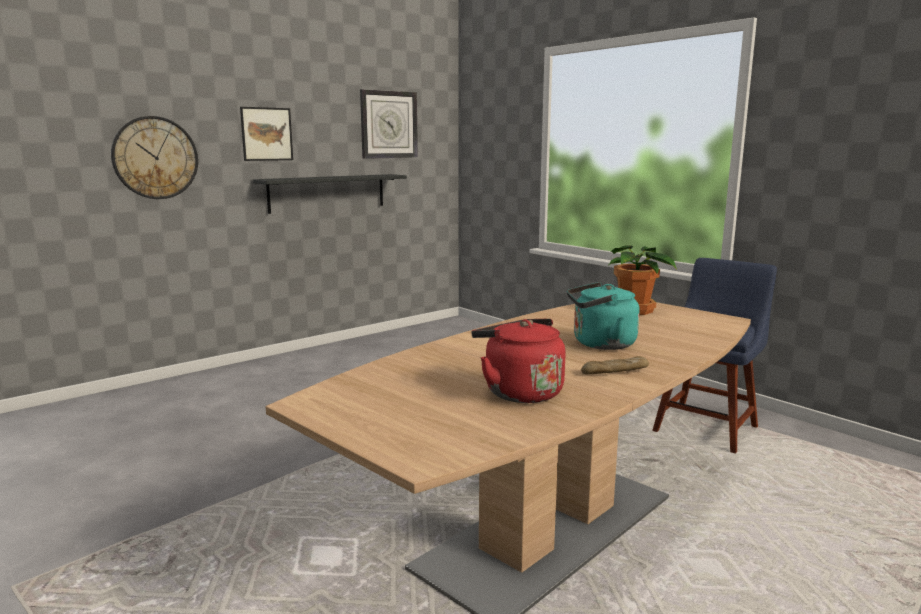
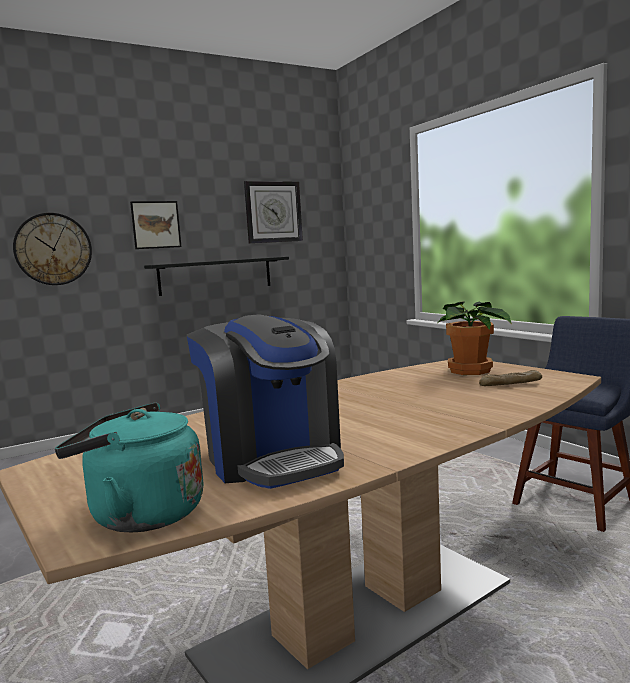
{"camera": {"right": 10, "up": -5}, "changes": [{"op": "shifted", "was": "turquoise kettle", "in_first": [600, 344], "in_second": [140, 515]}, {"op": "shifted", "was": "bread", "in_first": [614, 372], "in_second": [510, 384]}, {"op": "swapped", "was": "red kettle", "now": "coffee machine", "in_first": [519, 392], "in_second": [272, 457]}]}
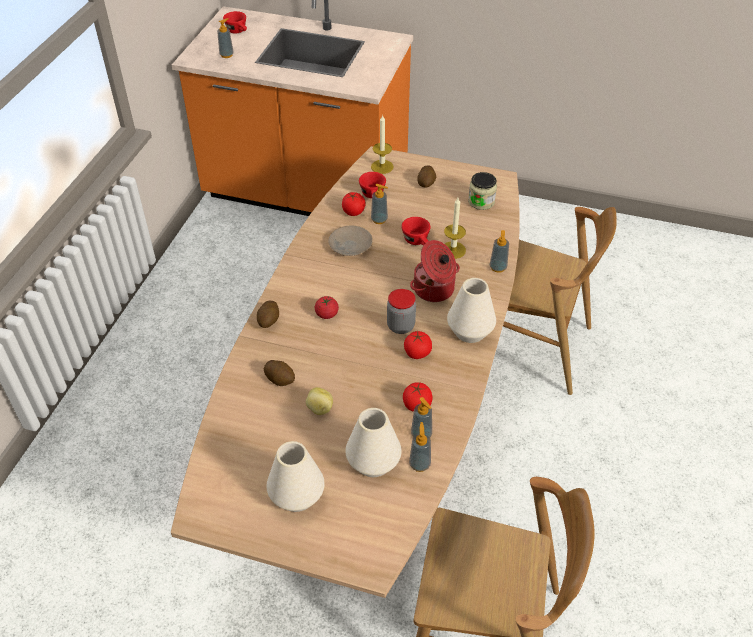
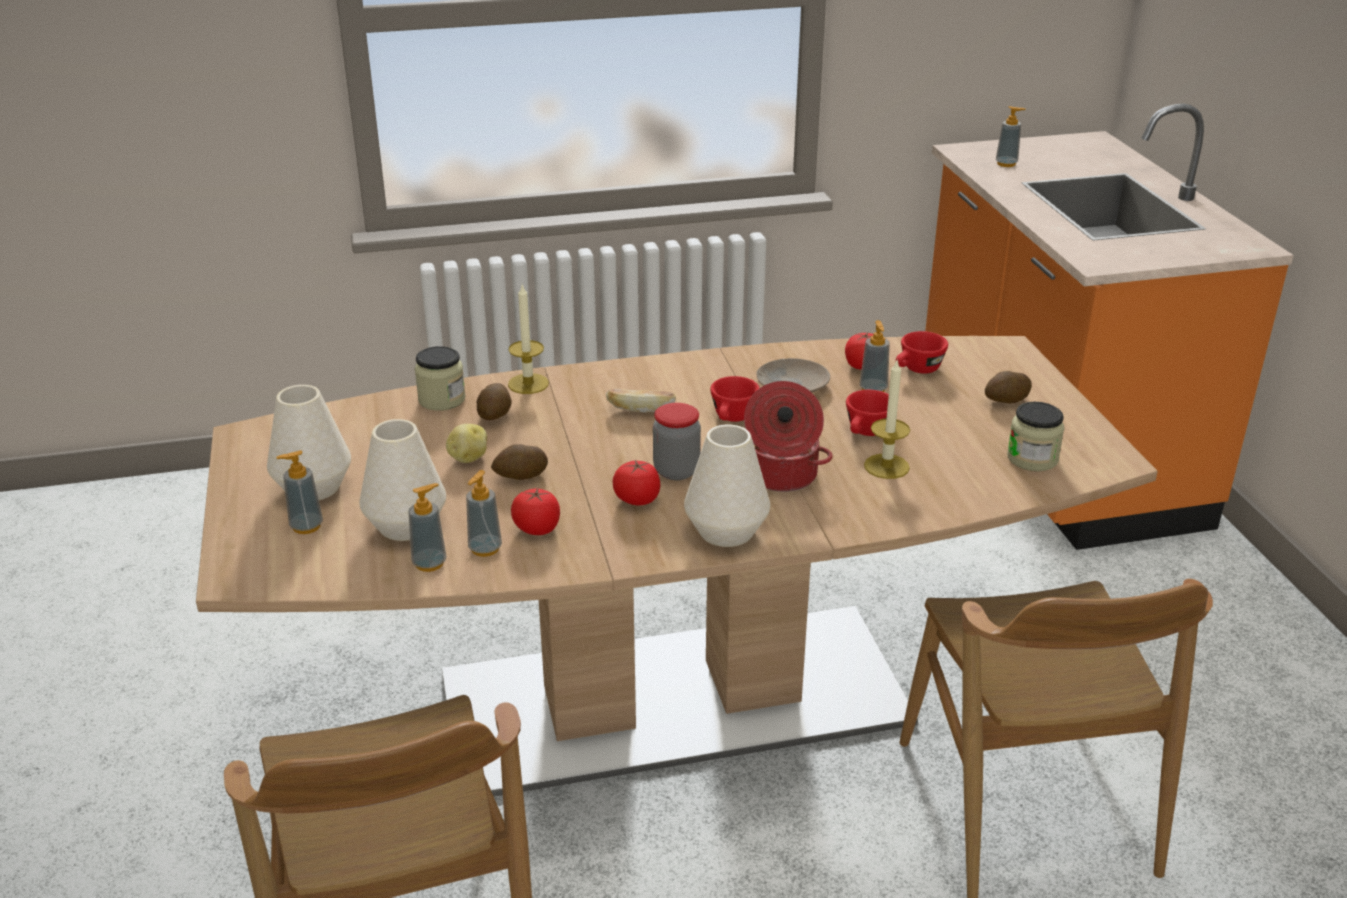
{"camera": {"right": 60, "up": -15}, "changes": [{"op": "new", "now": "jar", "in_second": [442, 399]}, {"op": "shifted", "was": "red cup", "in_first": [238, 31], "in_second": [732, 418]}, {"op": "shifted", "was": "potato", "in_first": [269, 321], "in_second": [520, 476]}, {"op": "shifted", "was": "candle", "in_first": [382, 166], "in_second": [528, 384]}, {"op": "shifted", "was": "soap dispenser", "in_first": [498, 267], "in_second": [306, 526]}, {"op": "swapped", "was": "tomato", "now": "bread", "in_first": [327, 314], "in_second": [640, 410]}]}
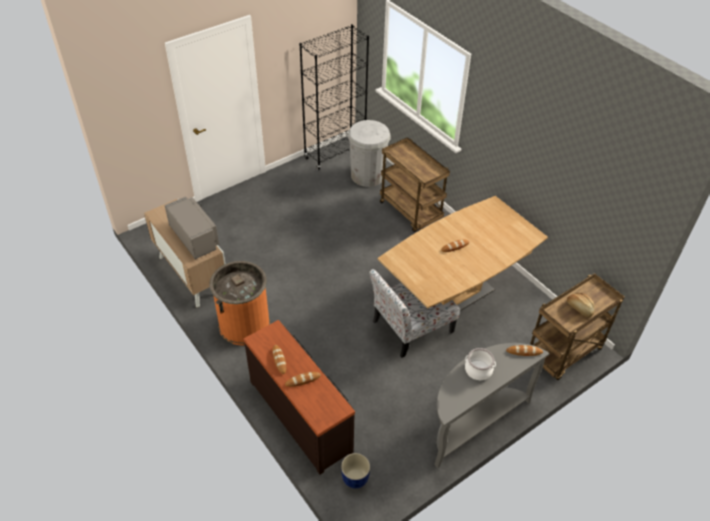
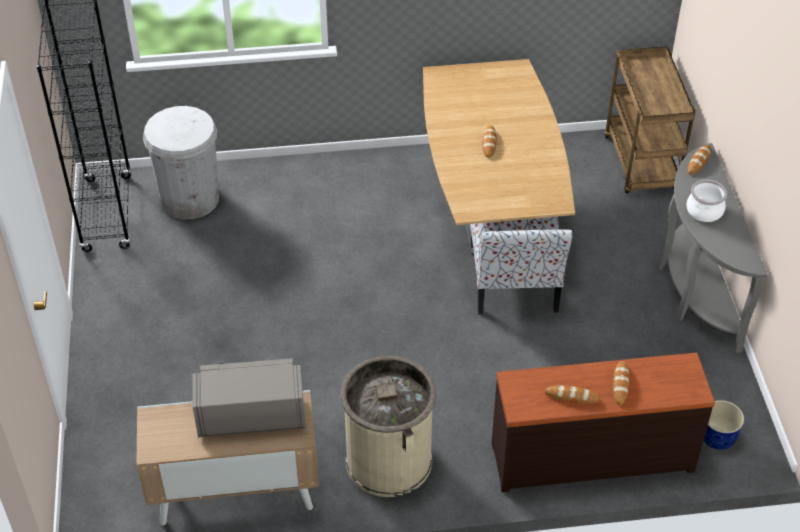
{"camera": {"right": -60, "up": 0}, "changes": [{"op": "gone", "was": "brown cart", "in_first": [411, 211]}, {"op": "gone", "was": "bread", "in_first": [579, 308]}, {"op": "repainted", "was": "orange trash can", "now": "beige trash can", "in_first": [244, 324], "in_second": [388, 460]}]}
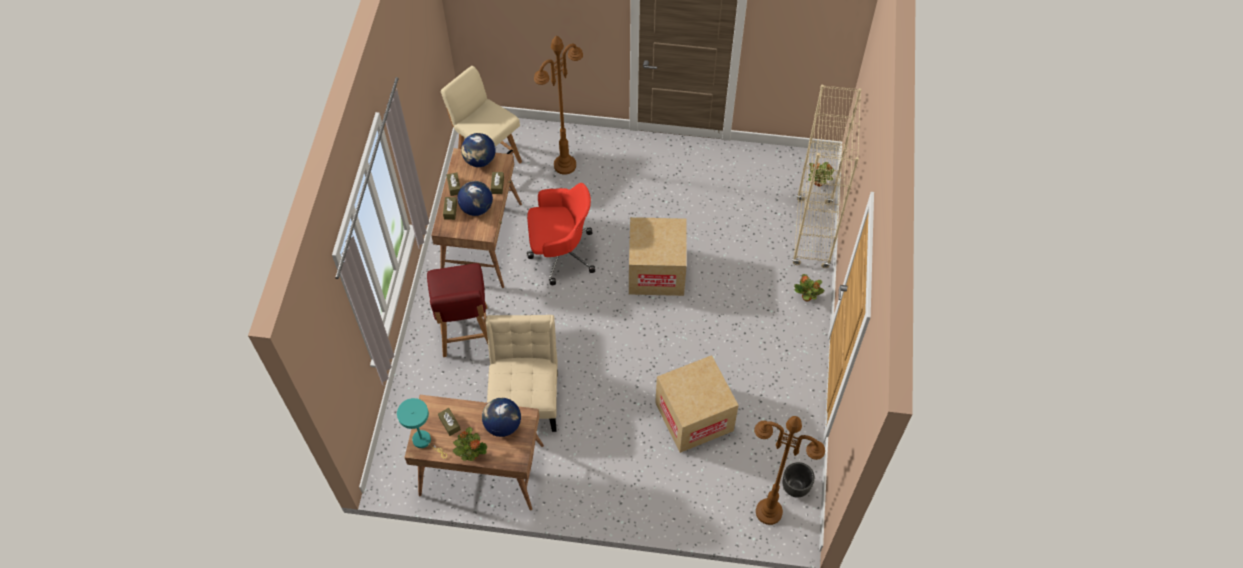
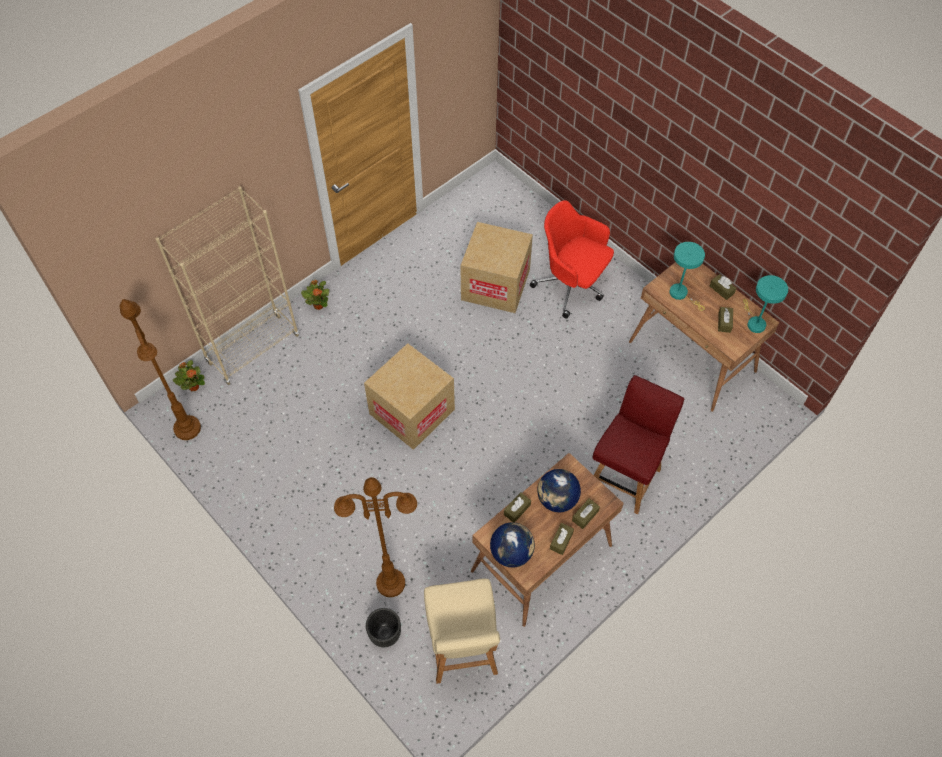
{"camera": {"right": -140, "up": 0}, "changes": [{"op": "gone", "was": "beige chair", "in_first": [526, 397]}, {"op": "shifted", "was": "red office chair", "in_first": [560, 253], "in_second": [572, 285]}, {"op": "shifted", "was": "brown floor lamp", "in_first": [768, 512], "in_second": [187, 428]}, {"op": "shifted", "was": "black planter", "in_first": [796, 487], "in_second": [385, 634]}, {"op": "swapped", "was": "potted plant", "now": "brown tissue box", "in_first": [472, 454], "in_second": [721, 290]}, {"op": "swapped", "was": "globe", "now": "turquoise table lamp", "in_first": [502, 425], "in_second": [681, 294]}]}
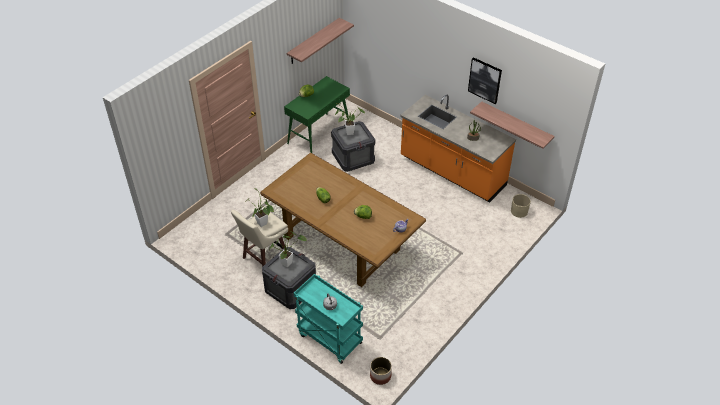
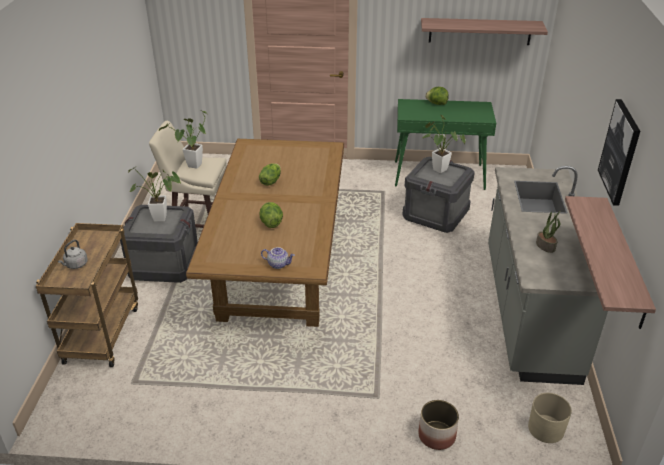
{"camera": {"right": 55, "up": -10}, "changes": [{"op": "shifted", "was": "planter", "in_first": [380, 376], "in_second": [436, 435]}, {"op": "repainted", "was": "turquoise cart", "now": "brown cart", "in_first": [329, 338], "in_second": [102, 333]}, {"op": "repainted", "was": "orange counter", "now": "grey counter", "in_first": [452, 172], "in_second": [527, 311]}]}
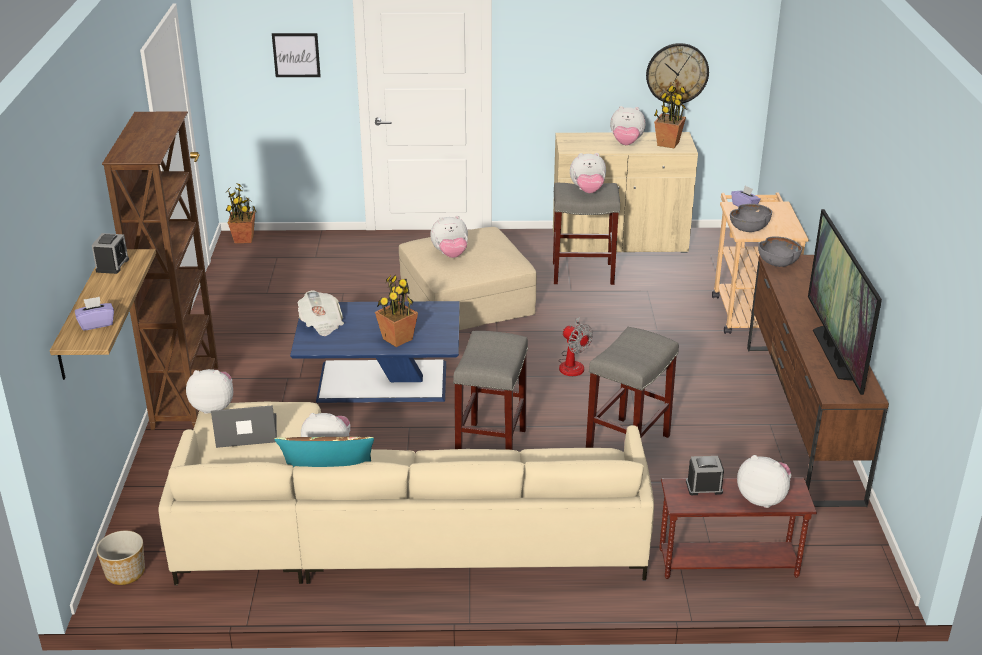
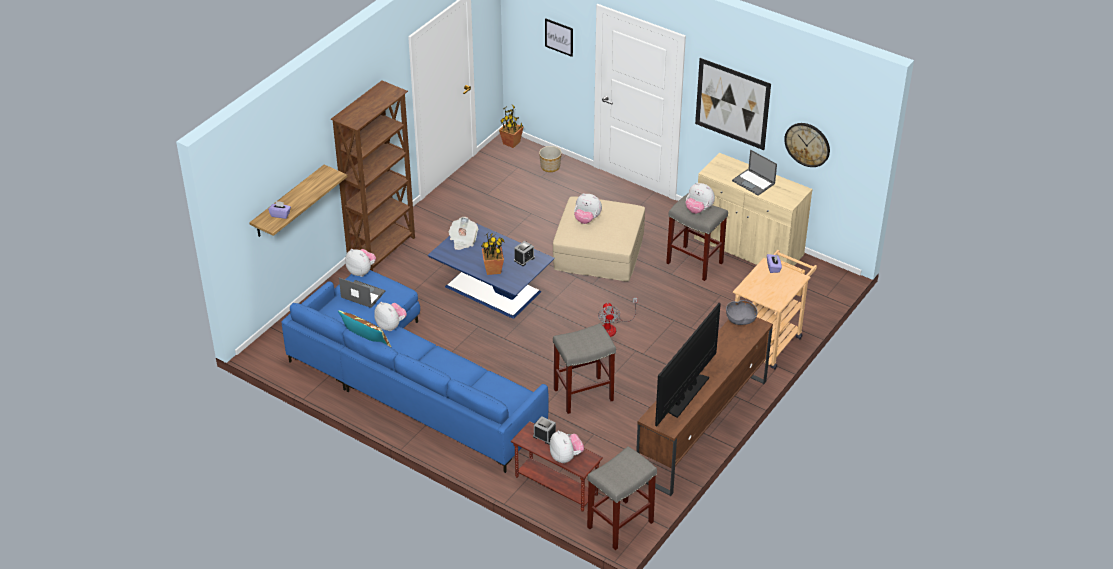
{"camera": {"right": 35, "up": 10}, "changes": [{"op": "gone", "was": "potted plant", "in_first": [667, 144]}, {"op": "gone", "was": "grey bowl", "in_first": [749, 229]}, {"op": "new", "now": "picture", "in_second": [732, 103]}, {"op": "shifted", "was": "alarm clock", "in_first": [112, 265], "in_second": [524, 259]}, {"op": "shifted", "was": "planter", "in_first": [124, 573], "in_second": [550, 167]}, {"op": "shifted", "was": "grey stool", "in_first": [491, 448], "in_second": [620, 525]}, {"op": "swapped", "was": "plush toy", "now": "laptop", "in_first": [626, 144], "in_second": [754, 182]}, {"op": "repainted", "was": "beige sofa", "now": "blue sofa", "in_first": [387, 529], "in_second": [409, 381]}]}
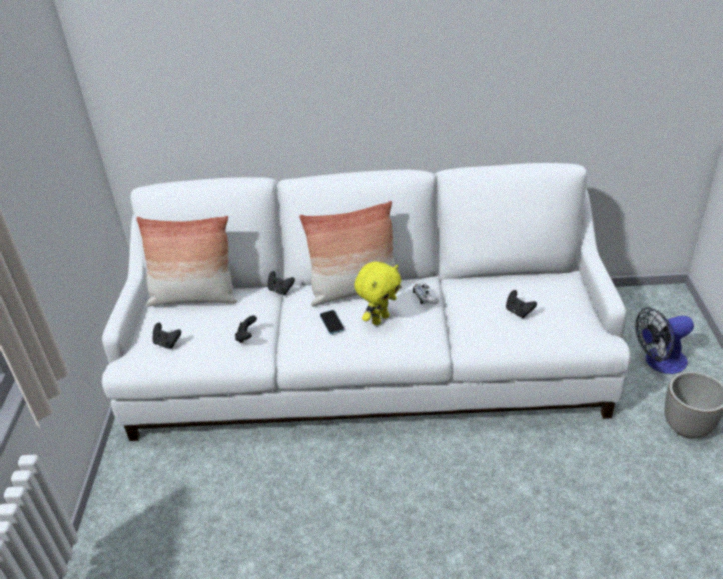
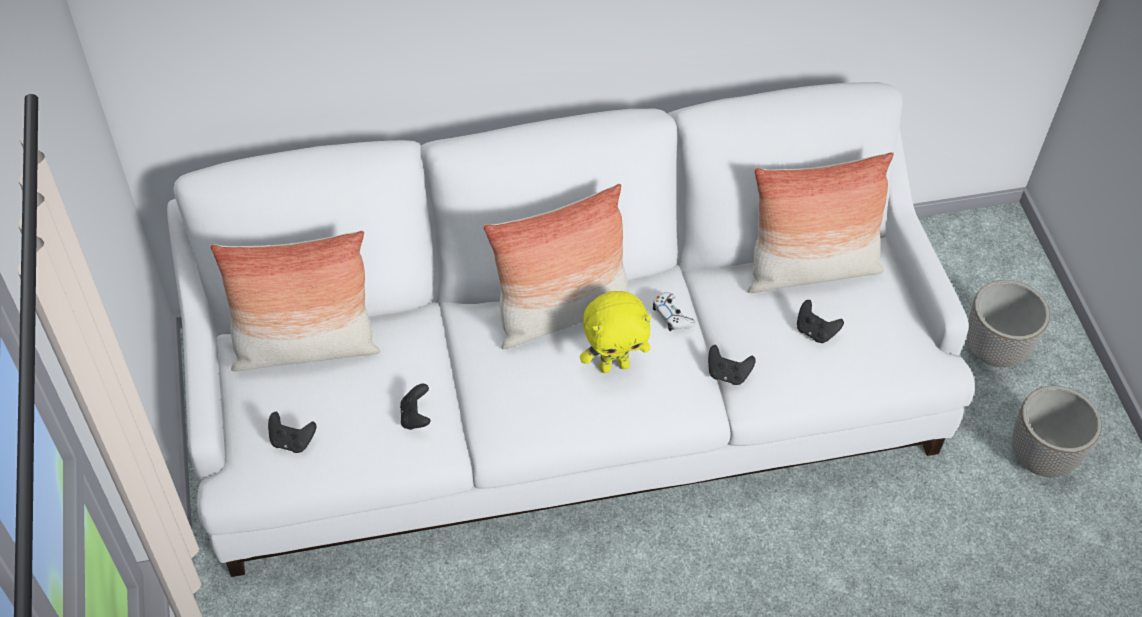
{"camera": {"right": -15, "up": 15}, "changes": [{"op": "gone", "was": "phone", "in_first": [332, 323]}, {"op": "new", "now": "pillow", "in_second": [810, 269]}, {"op": "shifted", "was": "black game controller", "in_first": [280, 290], "in_second": [727, 374]}, {"op": "swapped", "was": "fan", "now": "planter", "in_first": [659, 362], "in_second": [995, 351]}, {"op": "rotated", "was": "yellow plush toy", "in_first": [380, 319], "in_second": [614, 365], "clockwise": 45}]}
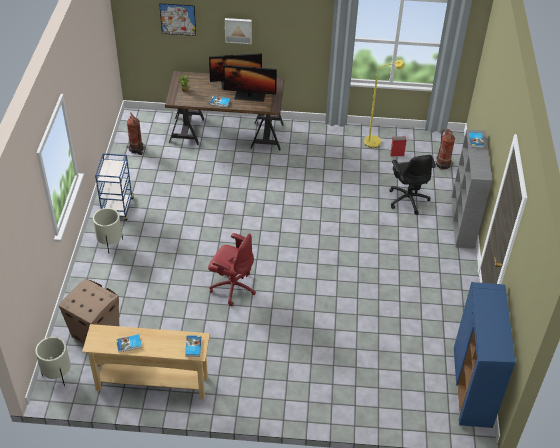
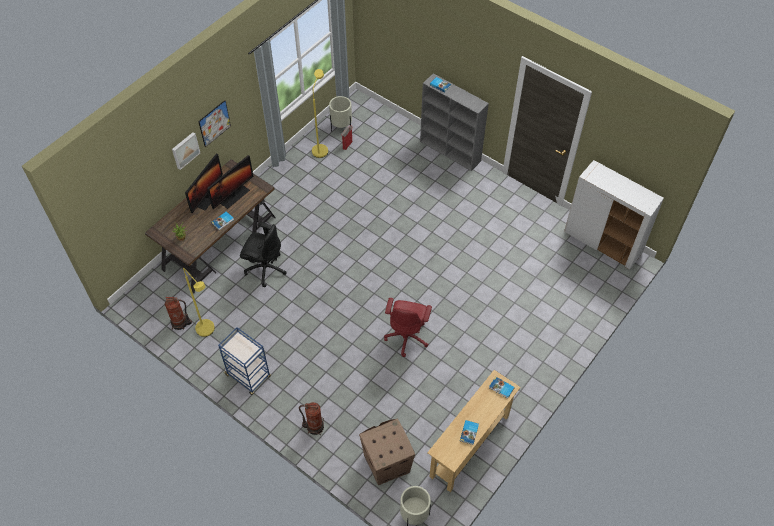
{"camera": {"right": -55, "up": 10}, "changes": [{"op": "new", "now": "yellow floor lamp", "in_second": [208, 332]}, {"op": "shifted", "was": "beige planter", "in_first": [110, 244], "in_second": [341, 127]}, {"op": "shifted", "was": "picture", "in_first": [178, 19], "in_second": [214, 123]}, {"op": "shifted", "was": "black office chair", "in_first": [408, 199], "in_second": [265, 268]}, {"op": "shifted", "was": "fire extinguisher", "in_first": [443, 164], "in_second": [314, 426]}, {"op": "repainted", "was": "blue cabinet", "now": "white cabinet", "in_first": [472, 388], "in_second": [603, 242]}, {"op": "rotated", "was": "red office chair", "in_first": [232, 287], "in_second": [407, 336], "clockwise": 135}]}
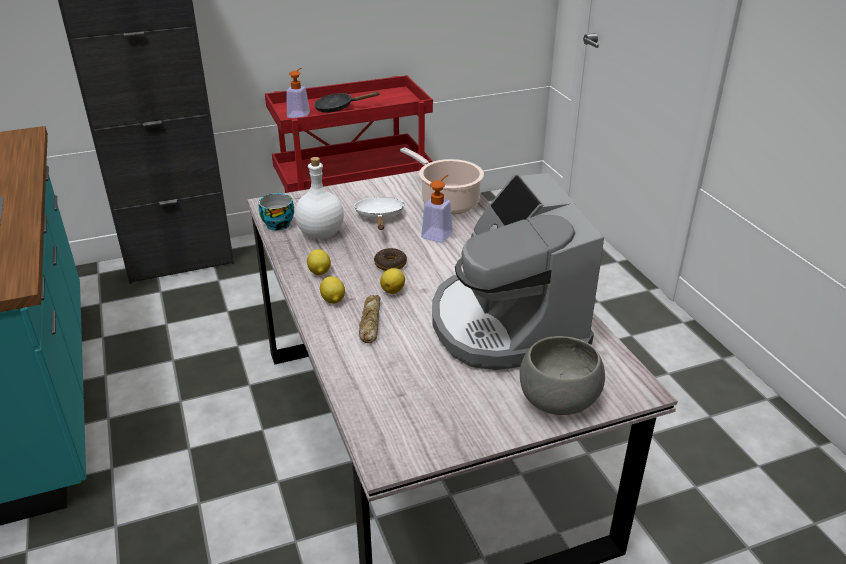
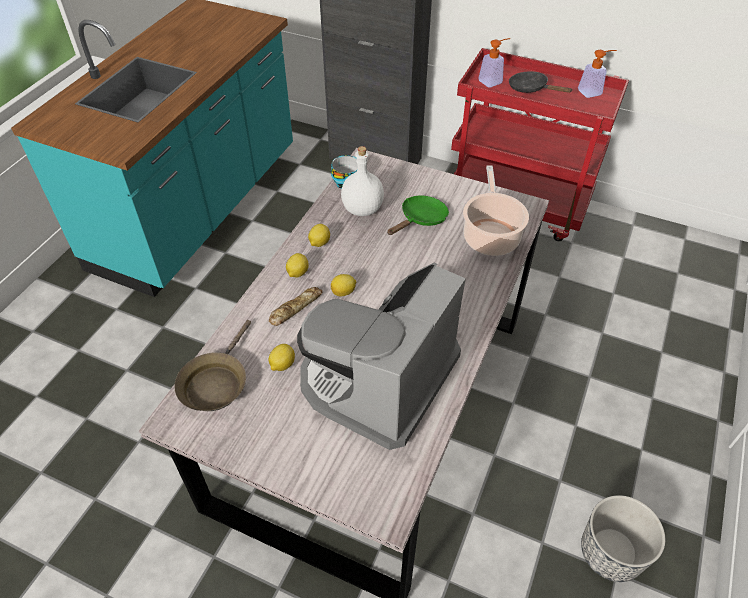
{"camera": {"right": 45, "up": 15}, "changes": [{"op": "gone", "was": "donut", "in_first": [390, 264]}, {"op": "gone", "was": "grey bowl", "in_first": [558, 400]}, {"op": "new", "now": "brown frying pan", "in_second": [215, 383]}, {"op": "new", "now": "lemon", "in_second": [282, 365]}, {"op": "new", "now": "planter", "in_second": [611, 553]}, {"op": "shifted", "was": "soap dispenser", "in_first": [439, 233], "in_second": [593, 91]}, {"op": "repainted", "was": "white frying pan", "now": "green frying pan", "in_first": [380, 217], "in_second": [421, 219]}]}
